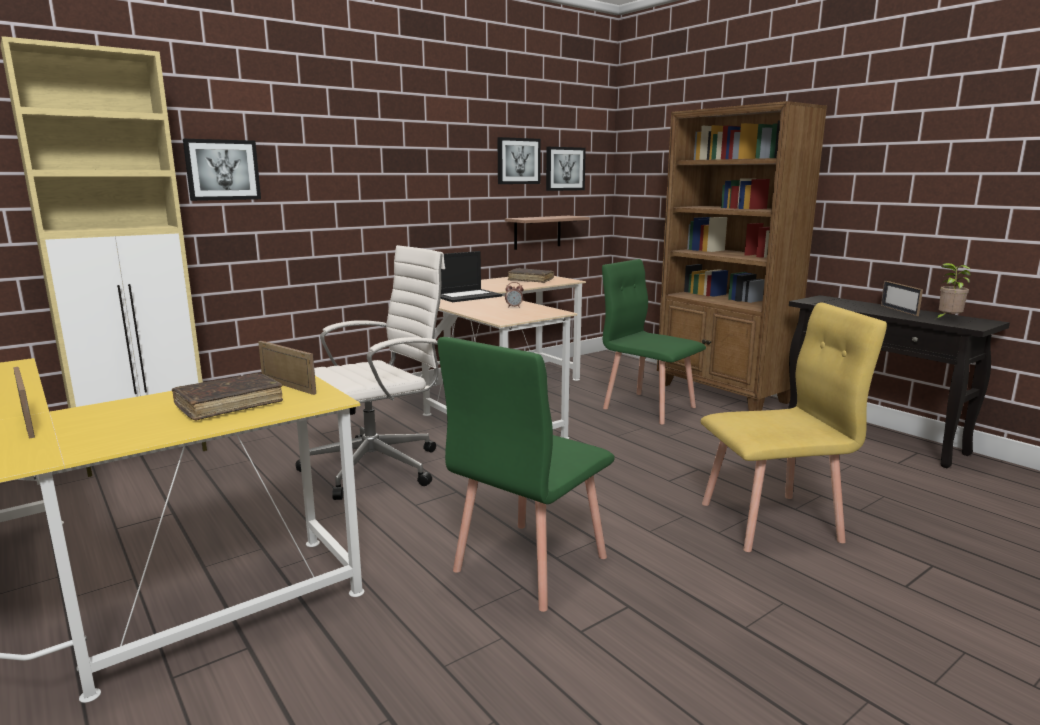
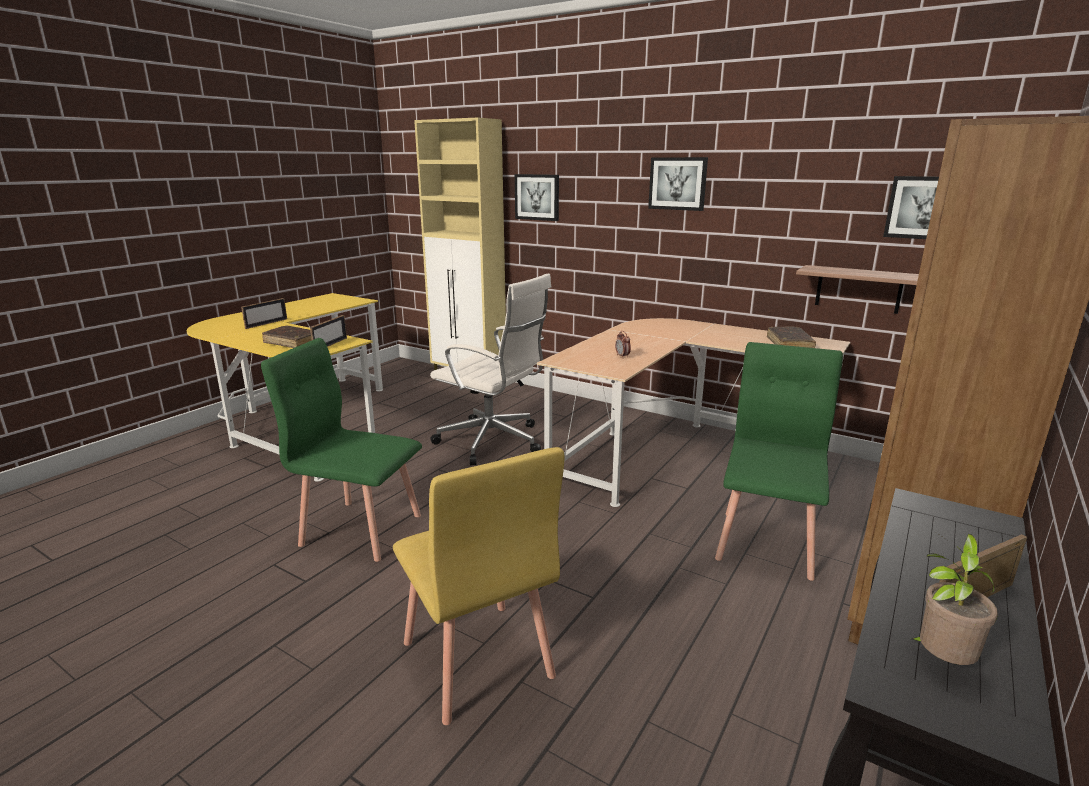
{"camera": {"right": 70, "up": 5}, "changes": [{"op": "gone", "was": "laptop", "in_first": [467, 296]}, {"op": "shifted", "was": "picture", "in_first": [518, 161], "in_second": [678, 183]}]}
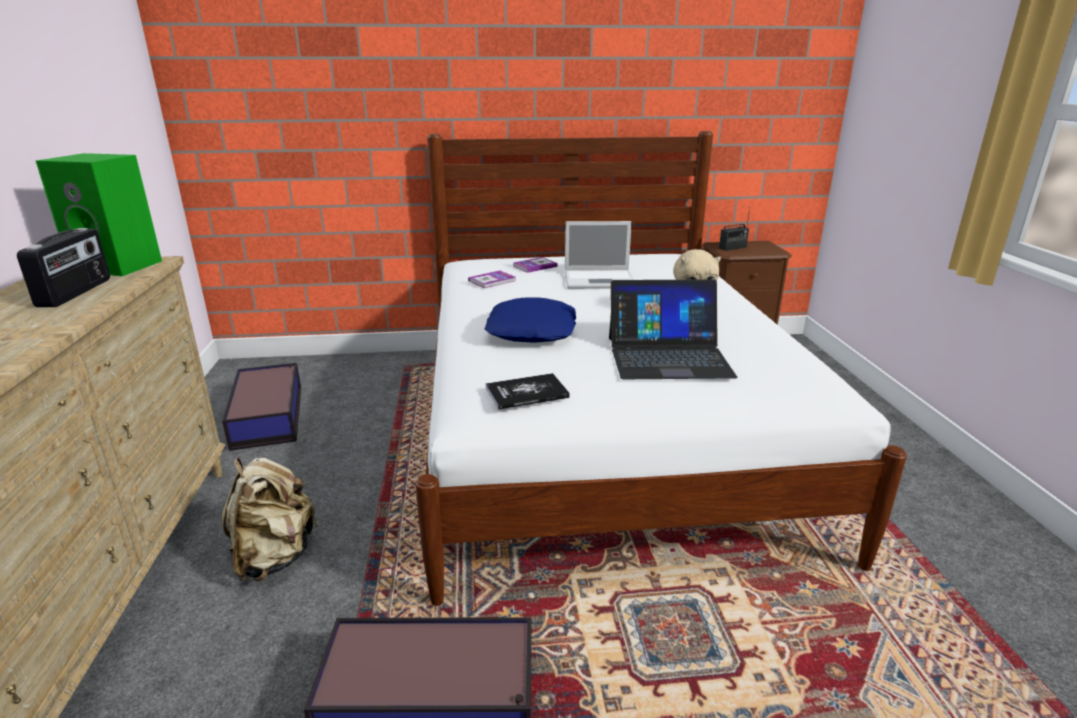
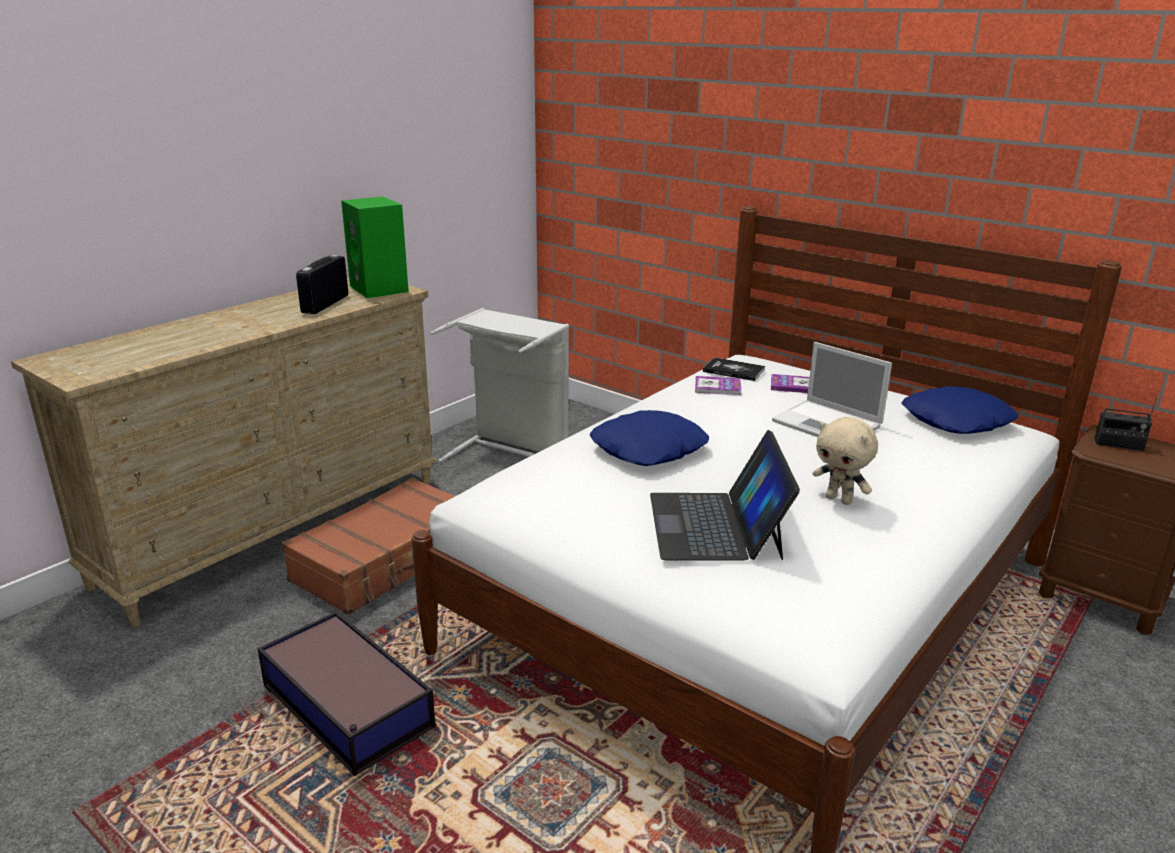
{"camera": {"right": 45, "up": 0}, "changes": [{"op": "new", "now": "blue pillow", "in_second": [957, 421]}, {"op": "shifted", "was": "book", "in_first": [527, 393], "in_second": [733, 370]}, {"op": "swapped", "was": "beige backpack", "now": "brown suitcase", "in_first": [274, 556], "in_second": [386, 560]}, {"op": "swapped", "was": "storage box", "now": "grey laundry basket", "in_first": [269, 416], "in_second": [511, 453]}, {"op": "rotated", "was": "radio", "in_first": [76, 292], "in_second": [324, 304], "clockwise": 150}, {"op": "rotated", "was": "laptop", "in_first": [668, 356], "in_second": [716, 525], "clockwise": 45}]}
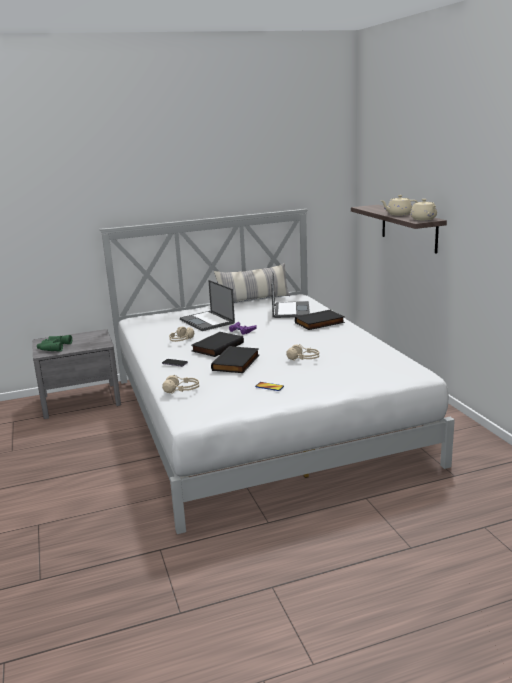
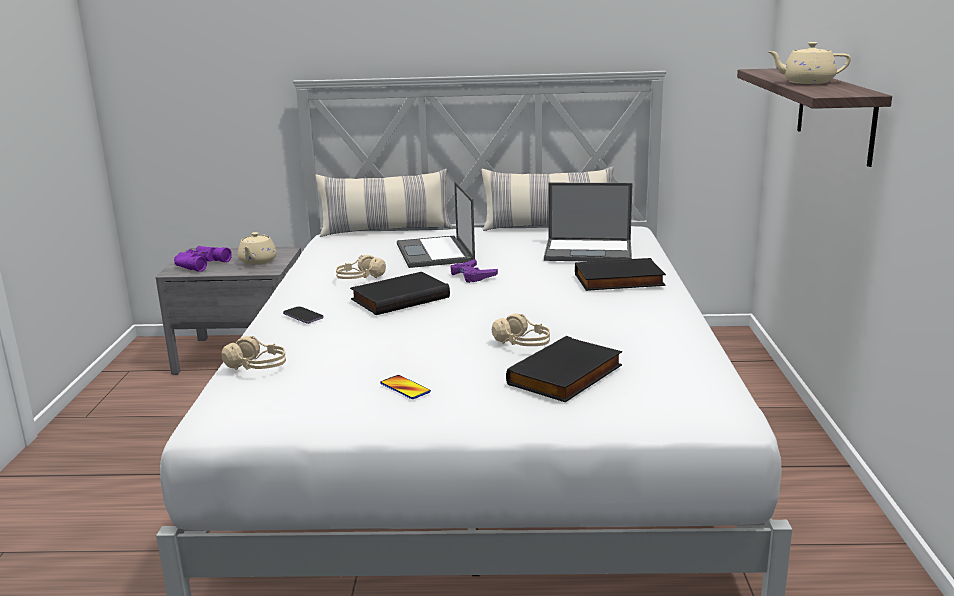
{"camera": {"right": 20, "up": 0}, "changes": [{"op": "new", "now": "pillow", "in_second": [386, 230]}, {"op": "shifted", "was": "black book", "in_first": [237, 363], "in_second": [567, 376]}, {"op": "shifted", "was": "beige teapot", "in_first": [423, 219], "in_second": [257, 261]}, {"op": "repainted", "was": "green binoculars", "now": "purple binoculars", "in_first": [53, 347], "in_second": [199, 264]}, {"op": "rotated", "was": "laptop", "in_first": [290, 310], "in_second": [589, 251], "clockwise": 75}]}
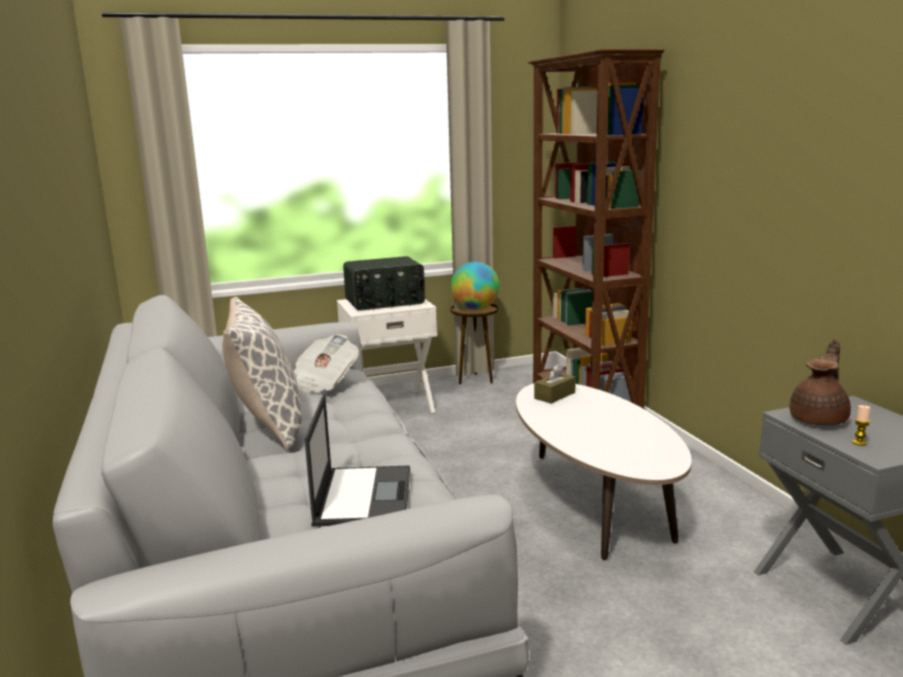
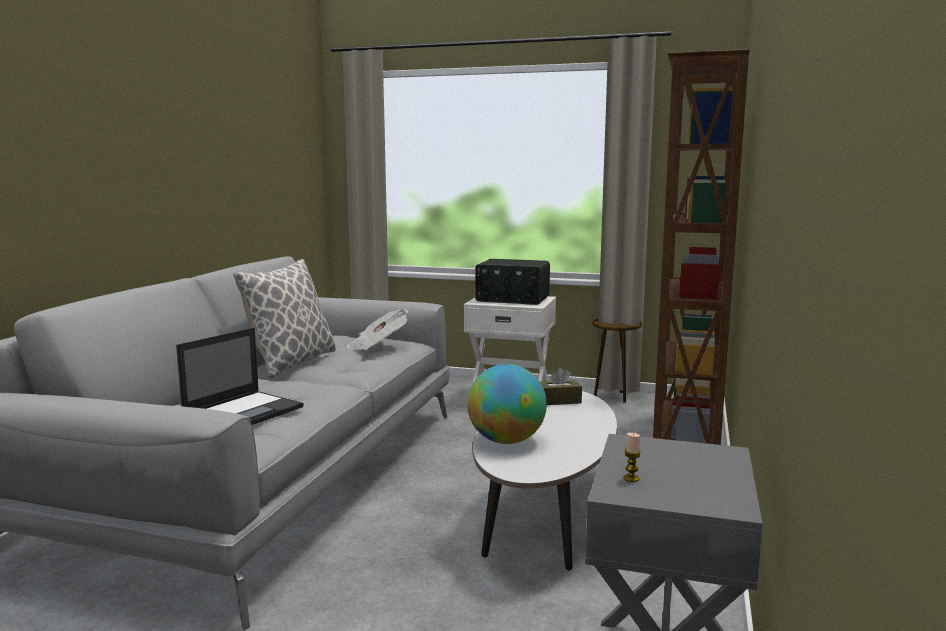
{"camera": {"right": 35, "up": -5}, "changes": [{"op": "gone", "was": "brown teapot", "in_first": [819, 419]}, {"op": "shifted", "was": "globe", "in_first": [475, 309], "in_second": [506, 441]}]}
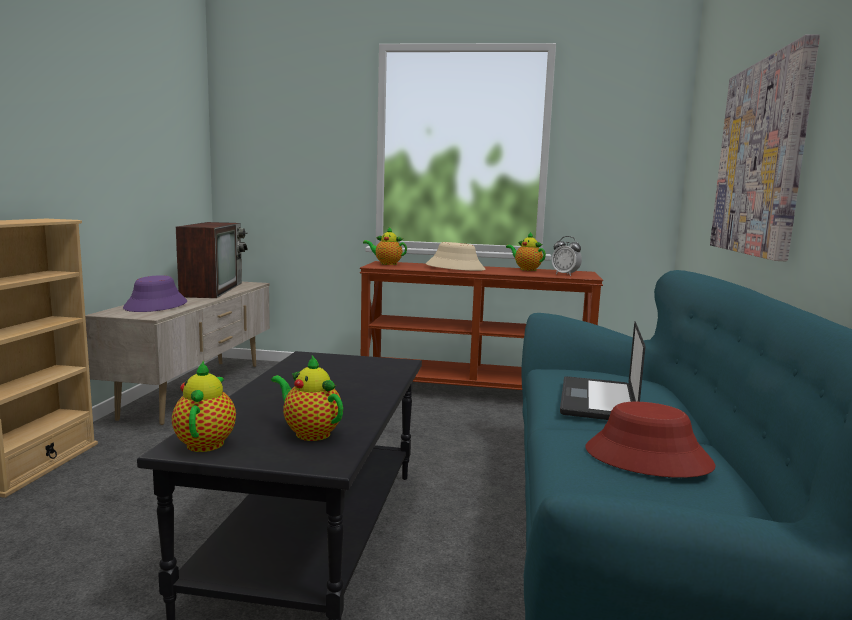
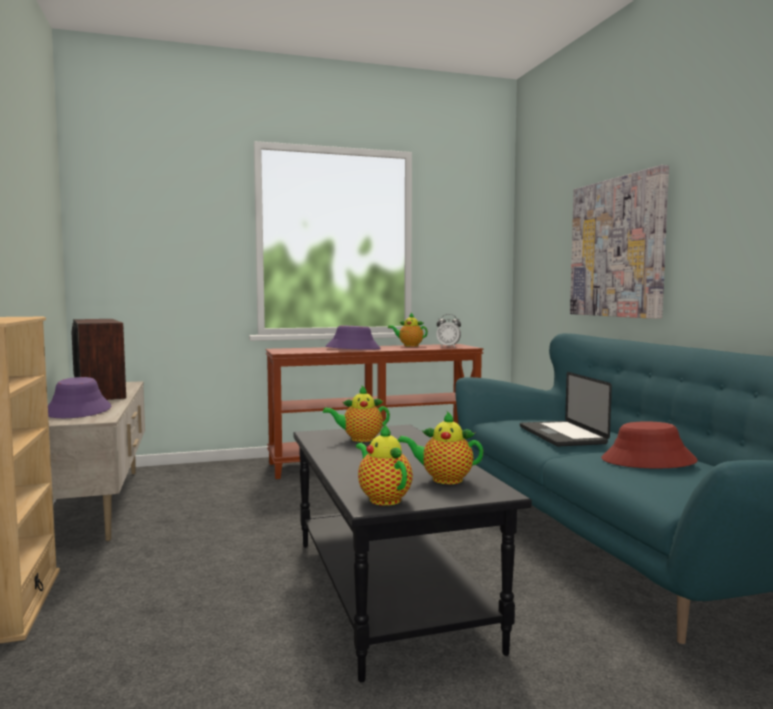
{"camera": {"right": -25, "up": -5}, "changes": [{"op": "shifted", "was": "teapot", "in_first": [386, 264], "in_second": [359, 439]}, {"op": "repainted", "was": "beige hat", "now": "purple hat", "in_first": [455, 268], "in_second": [353, 348]}]}
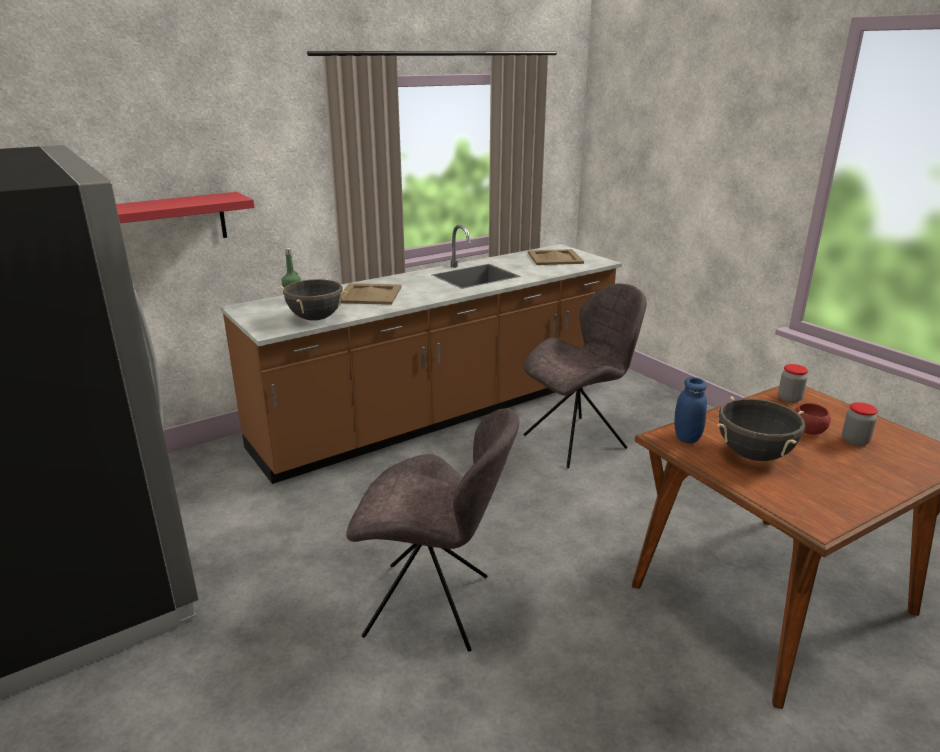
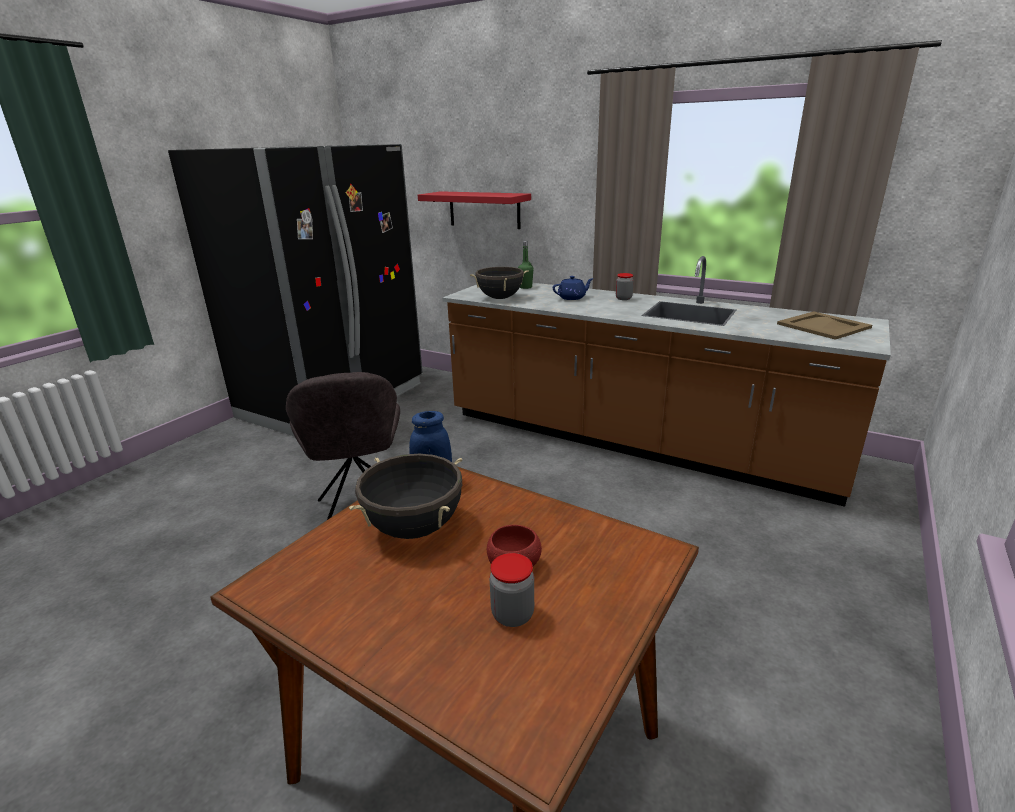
{"camera": {"right": 65, "up": 0}, "changes": [{"op": "gone", "was": "grey chair", "in_first": [578, 441]}, {"op": "shifted", "was": "jar", "in_first": [789, 398], "in_second": [623, 298]}, {"op": "swapped", "was": "beige tray", "now": "blue teapot", "in_first": [369, 295], "in_second": [572, 298]}]}
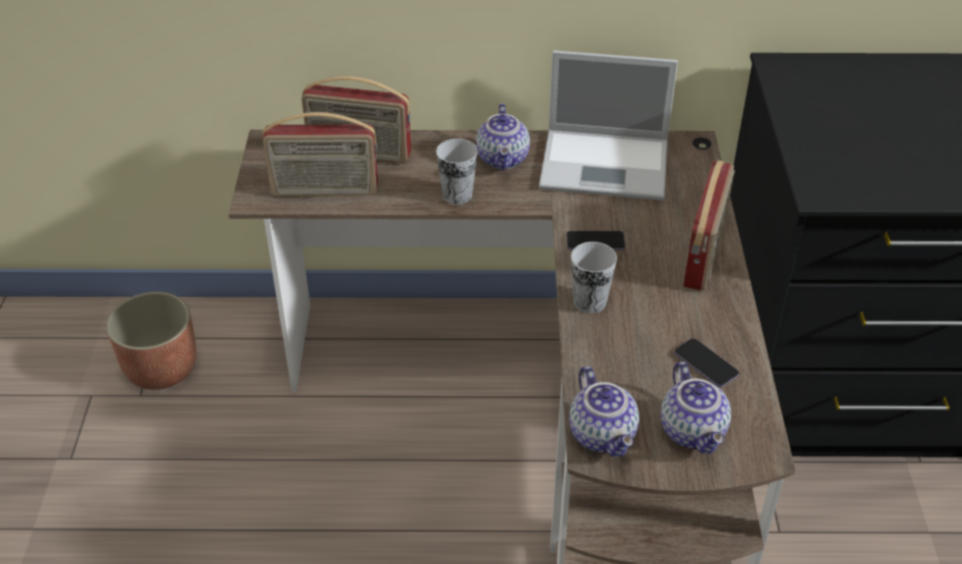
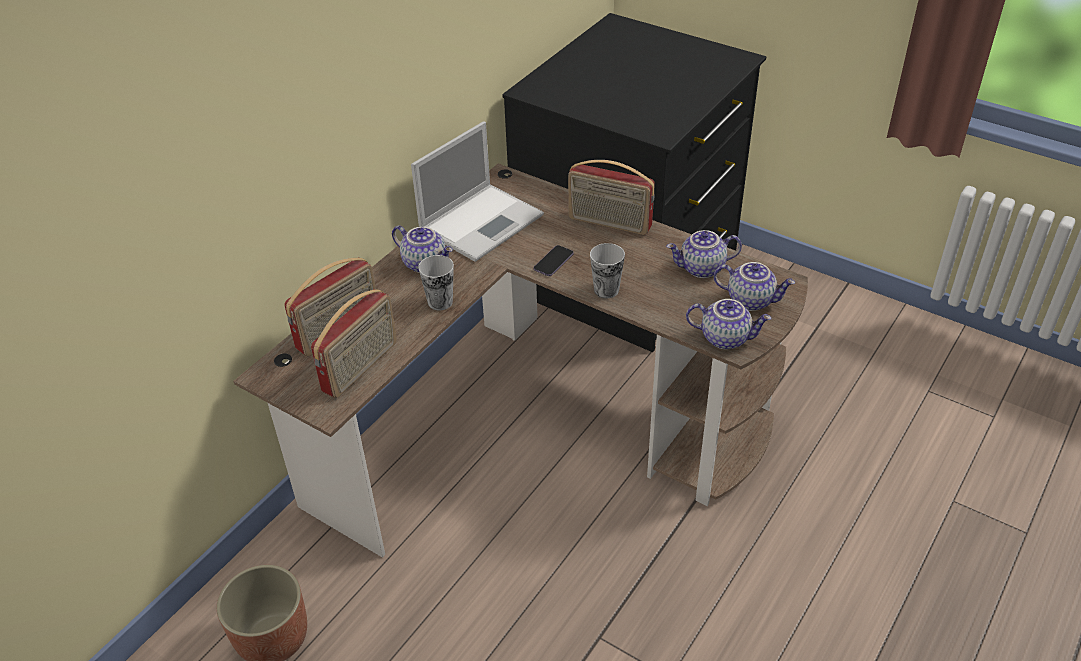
{"camera": {"right": -55, "up": 0}, "changes": [{"op": "swapped", "was": "phone", "now": "teapot", "in_first": [706, 364], "in_second": [701, 269]}, {"op": "rotated", "was": "radio", "in_first": [705, 255], "in_second": [609, 223], "clockwise": 150}]}
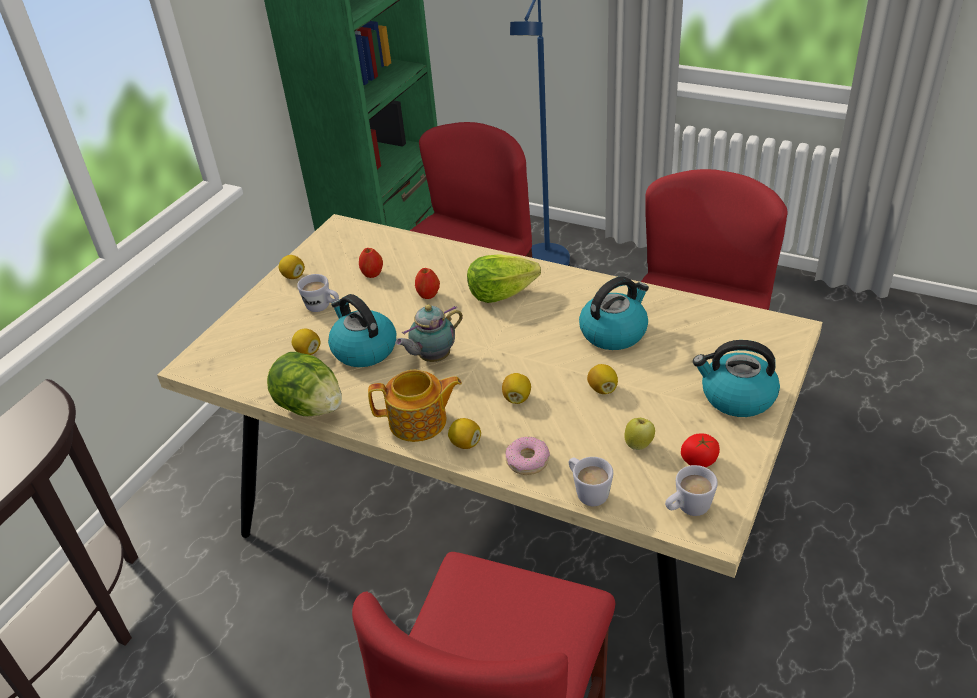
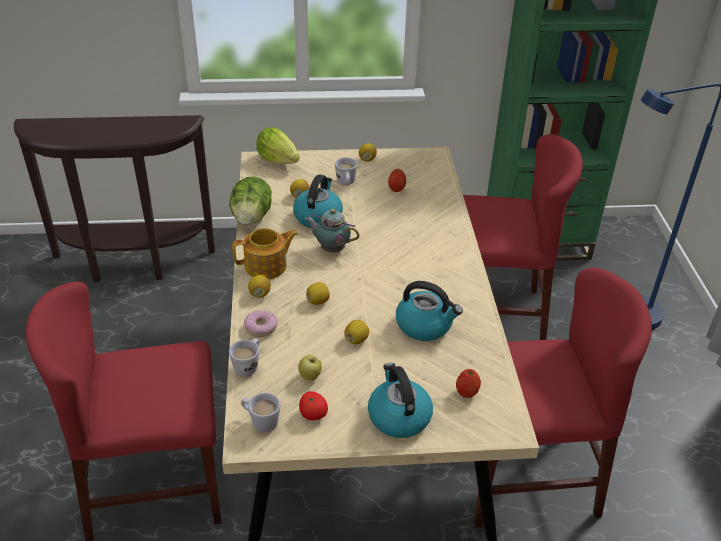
{"camera": {"right": 55, "up": 0}, "changes": [{"op": "shifted", "was": "apple", "in_first": [428, 295], "in_second": [467, 393]}, {"op": "shifted", "was": "lettuce", "in_first": [500, 294], "in_second": [278, 160]}, {"op": "rotated", "was": "teapot", "in_first": [419, 422], "in_second": [267, 266], "clockwise": -75}]}
